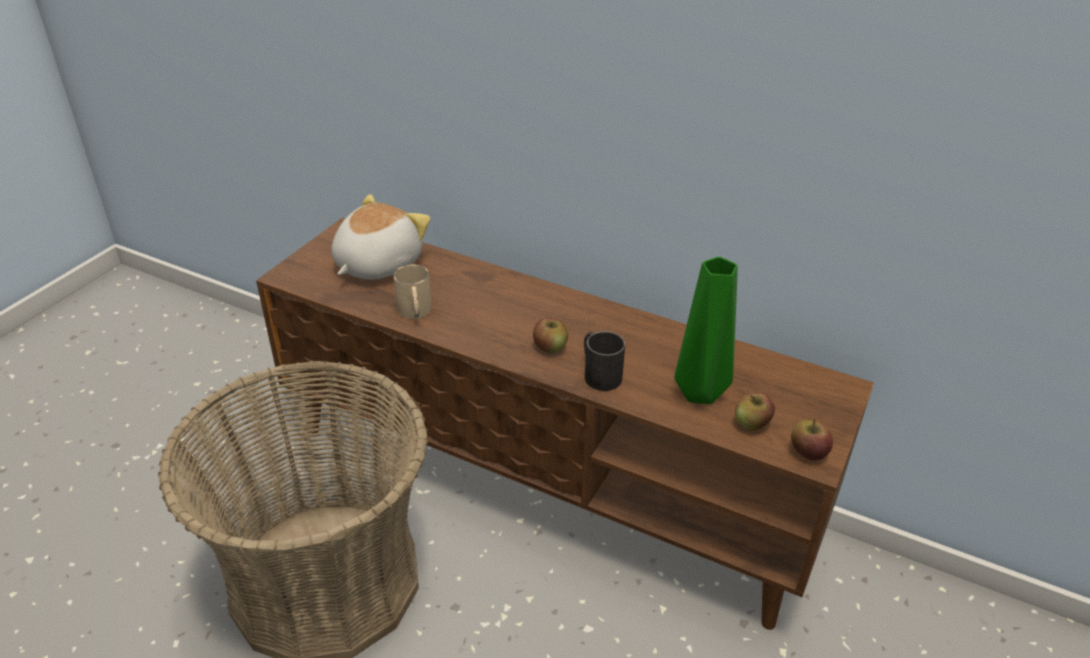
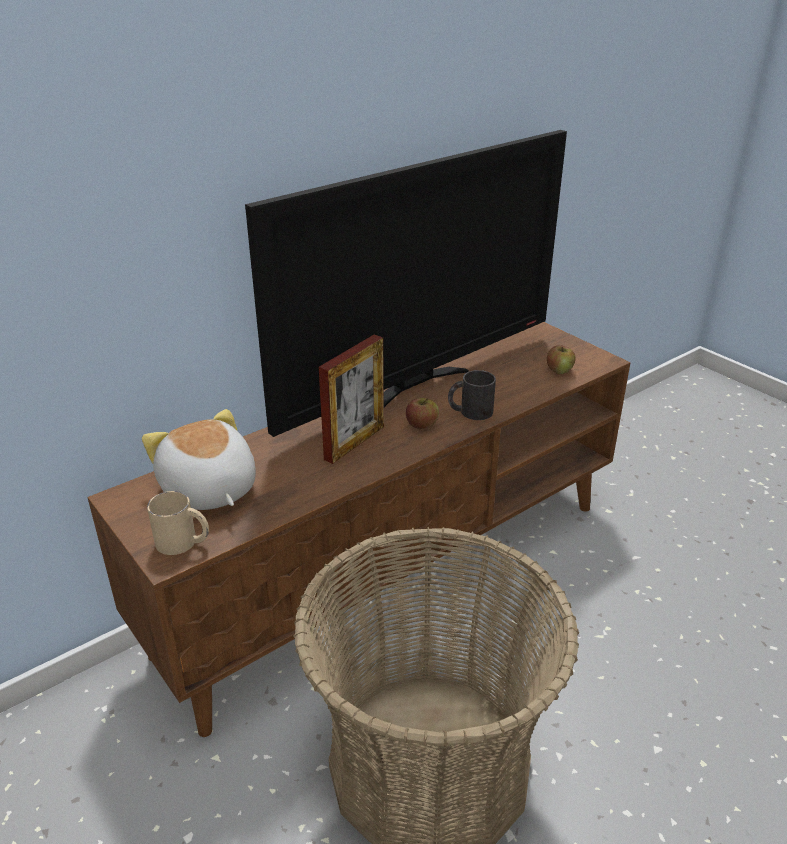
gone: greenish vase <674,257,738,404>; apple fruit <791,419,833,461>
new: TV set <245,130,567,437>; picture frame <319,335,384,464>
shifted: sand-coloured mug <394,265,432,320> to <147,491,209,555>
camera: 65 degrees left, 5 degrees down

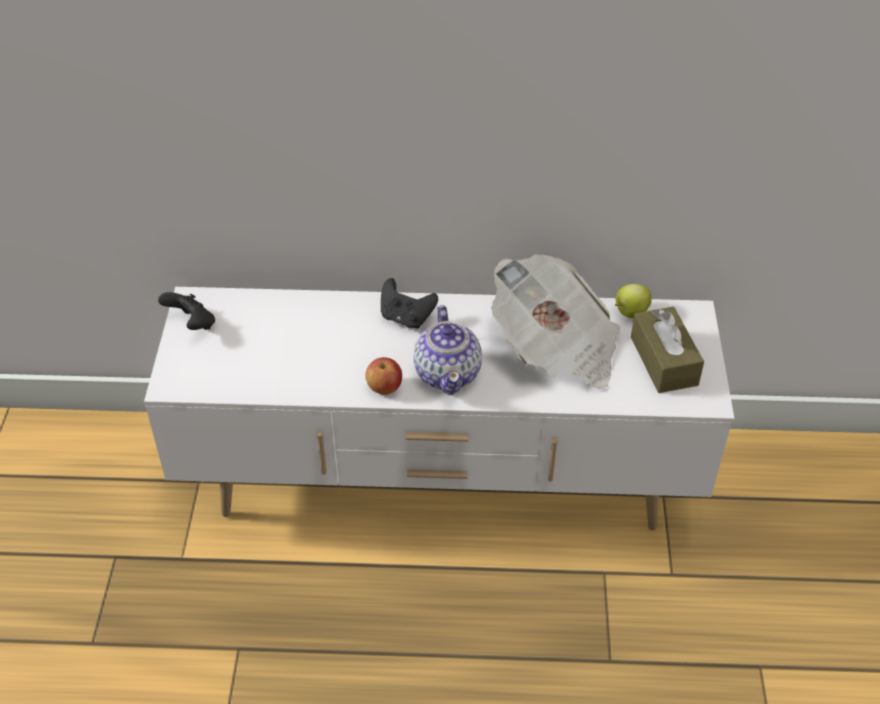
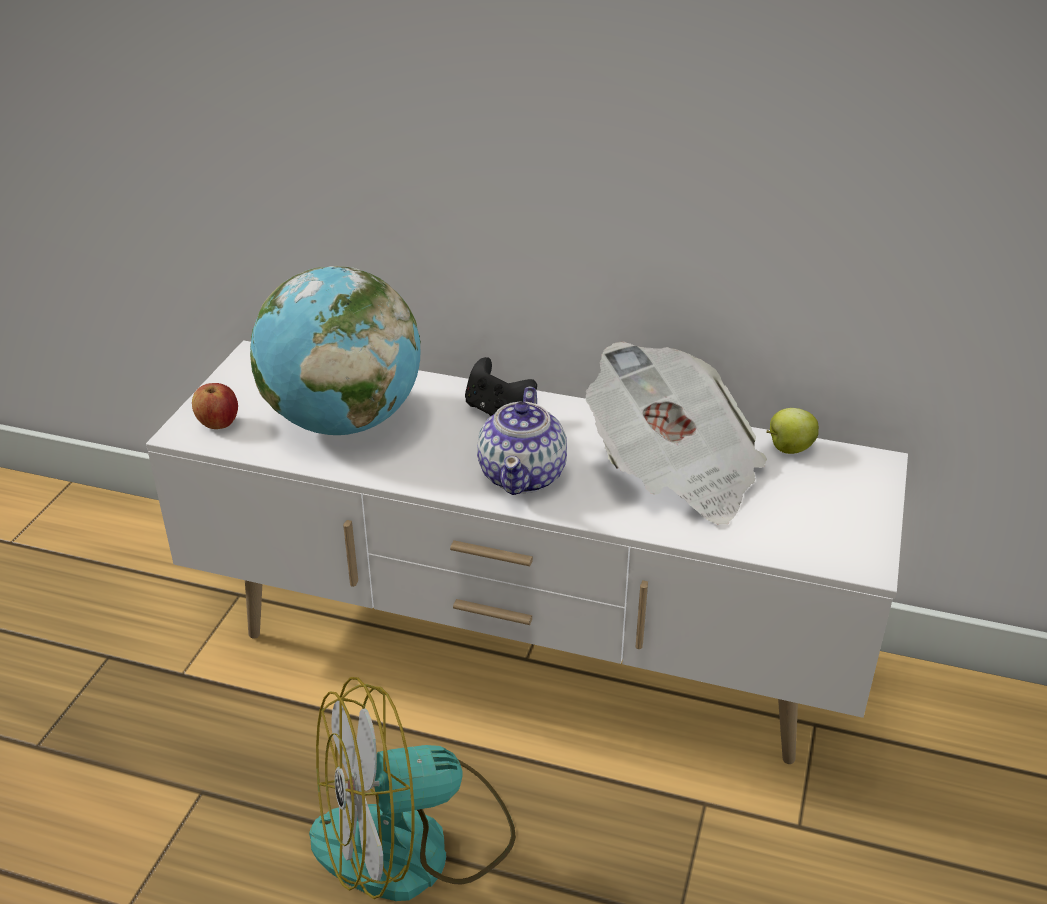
gone: blackish gamepad <158,292,215,330>; brownish box of tissues <631,307,704,393>
new: desk globe <250,266,421,435>; fan <309,677,516,901>
shifted: apple fruit <365,357,402,395> to <192,383,238,429>
camera: 15 degrees right, 10 degrees down

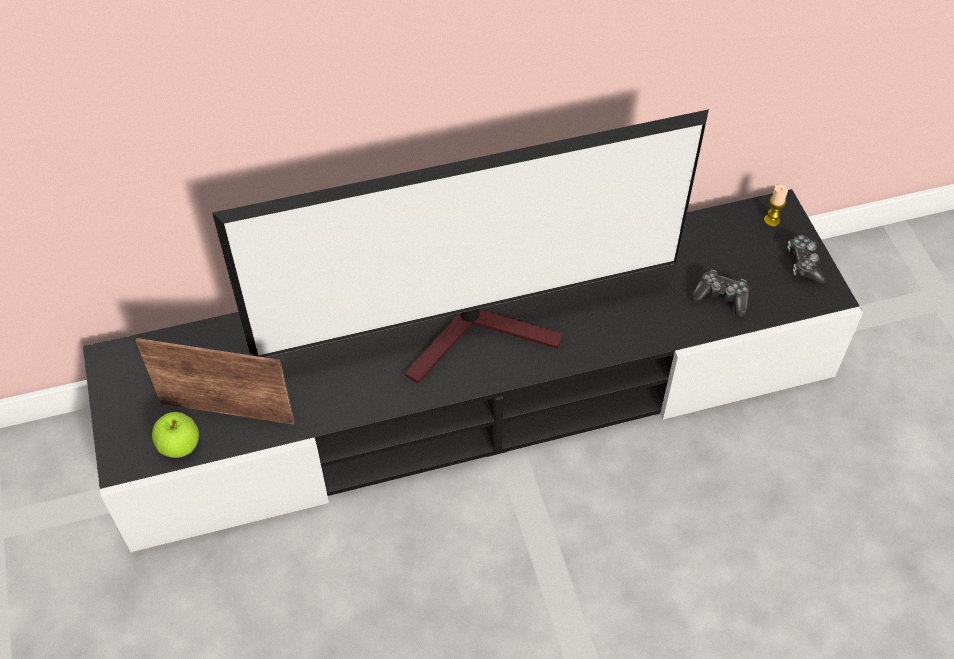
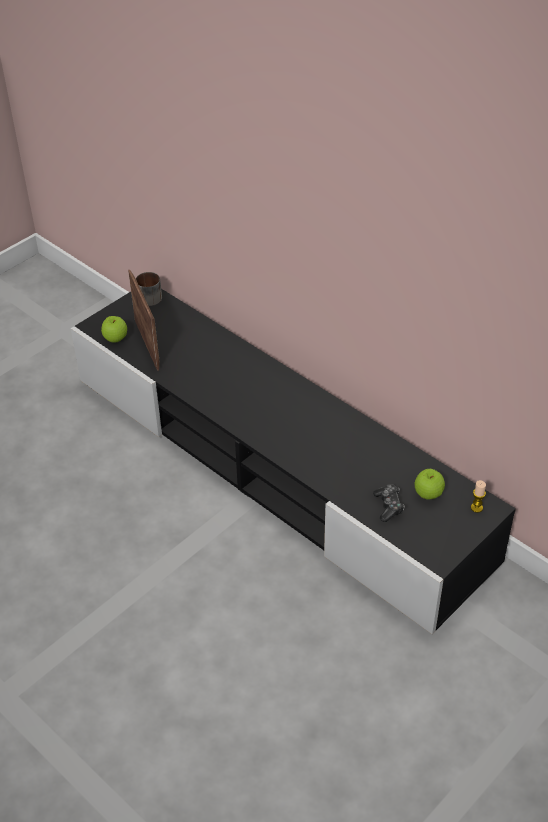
gone: TV set <212,109,709,384>; gamepad <788,235,827,285>
new: mug <136,272,162,306>; apple fruit <415,469,445,500>
camera: 60 degrees right, 10 degrees down

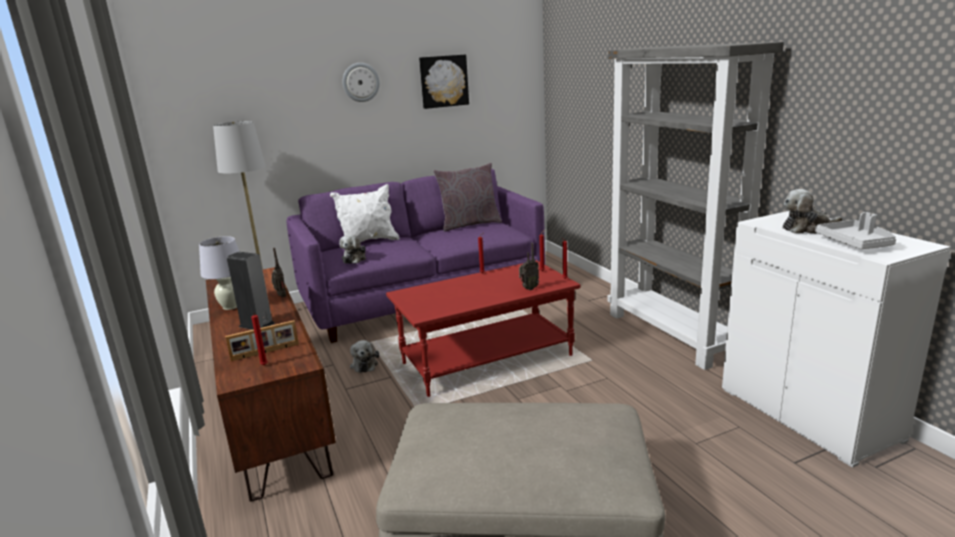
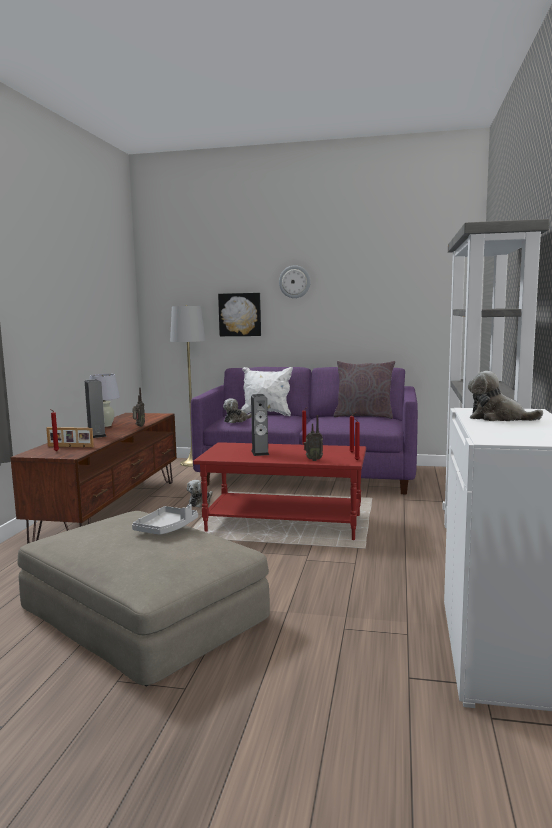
new: audio speaker <251,394,269,456>
shifted: picture <419,55,469,109> to <218,293,261,336>; gray carrying tray <815,212,896,249> to <132,504,198,535>
camera: 35 degrees right, 10 degrees down

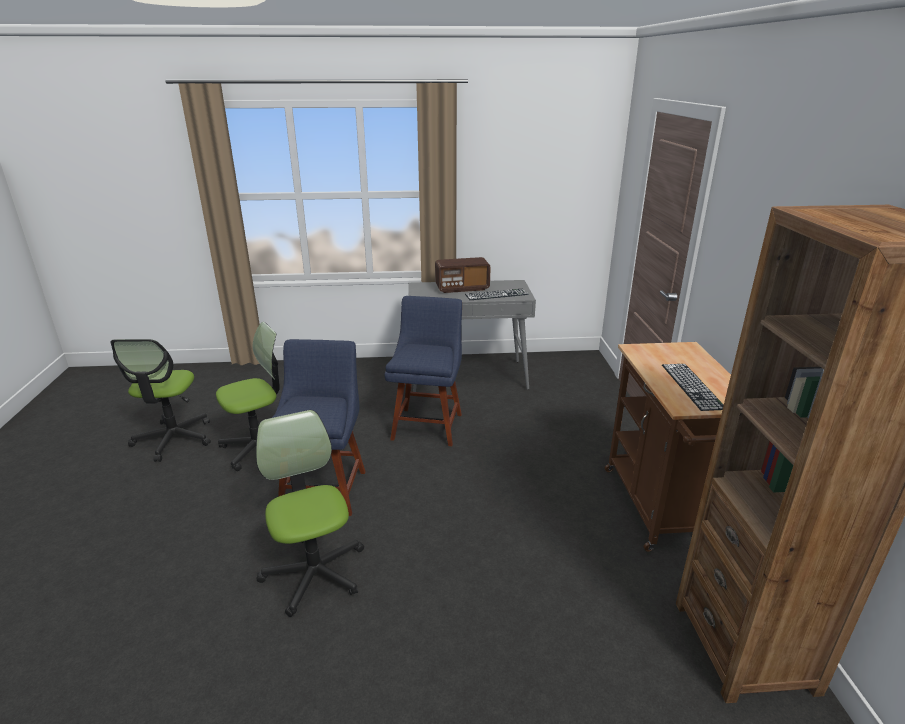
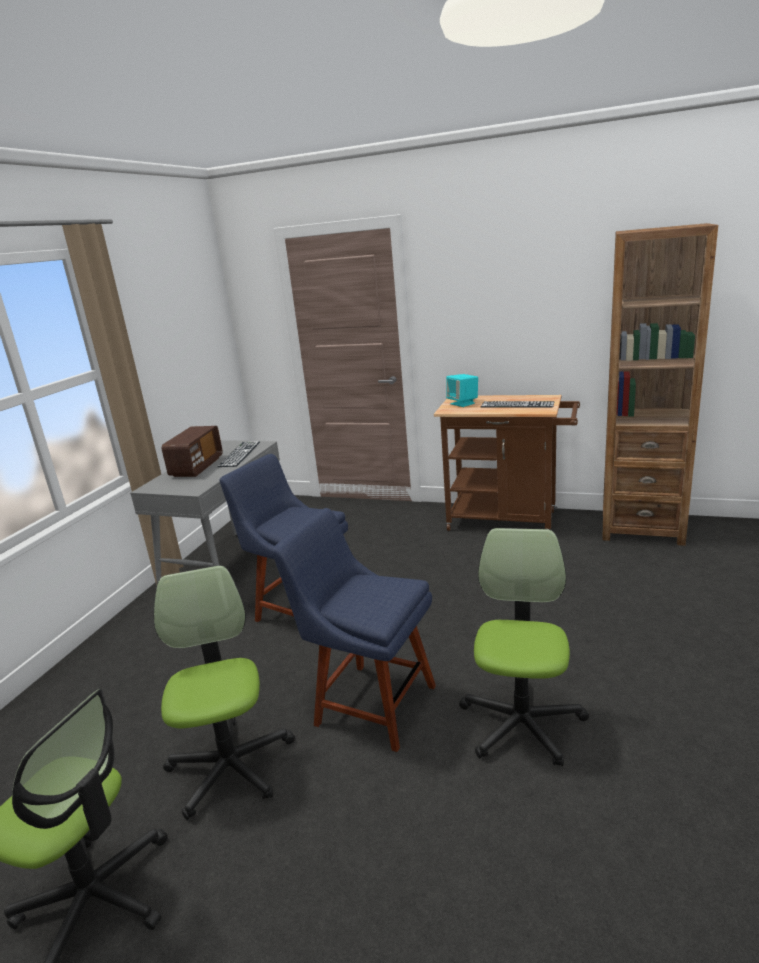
new: turquoise-coloured audio speaker <446,374,478,407>
rotated: desk chair <256,410,364,617> = <459,528,589,766> 105 degrees clockwise
camera: 65 degrees left, 5 degrees down

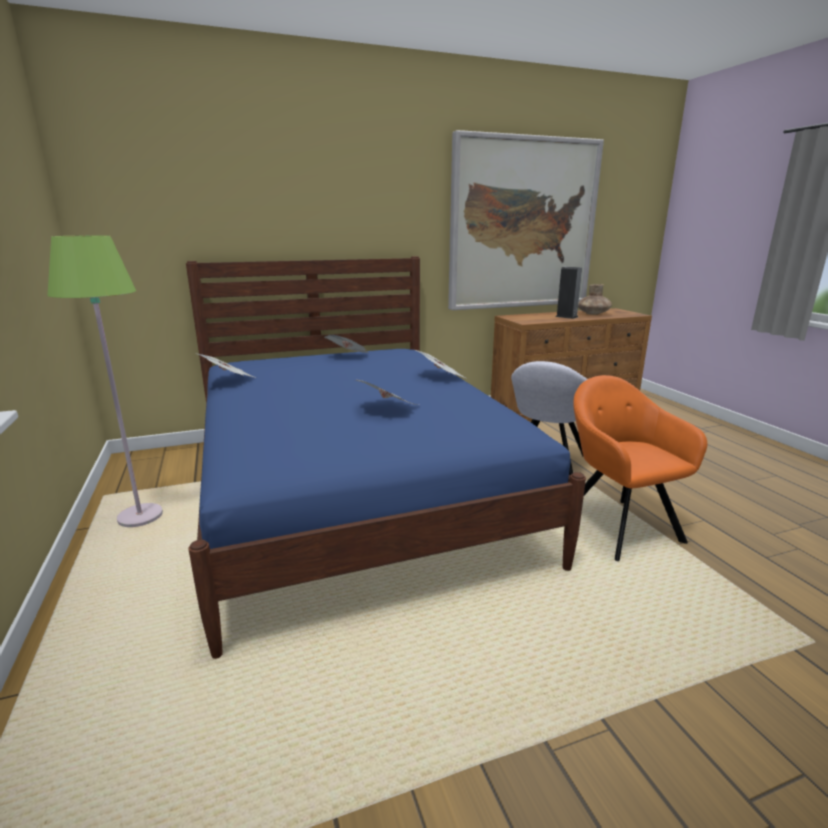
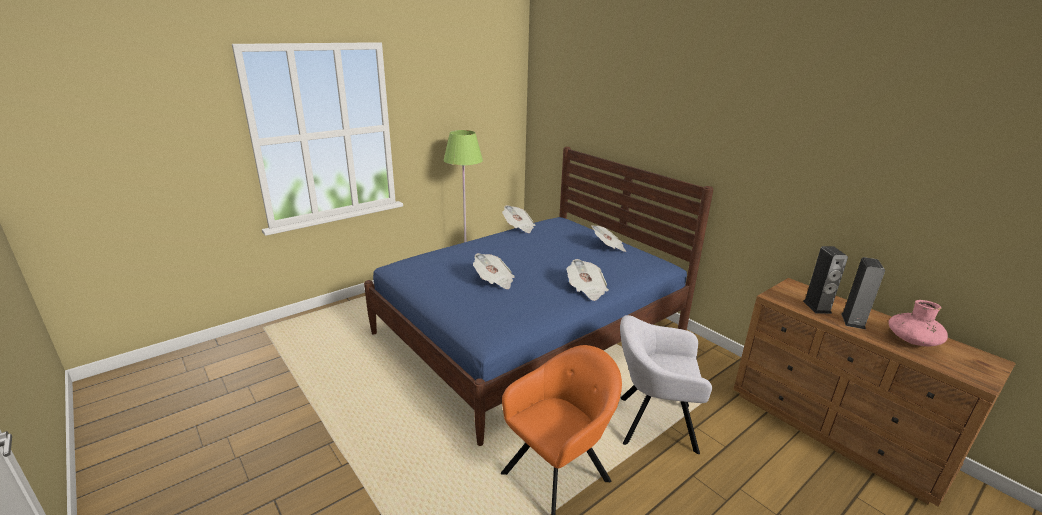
gone: picture <448,130,604,310>
new: audio speaker <803,246,848,314>
repainted: brownish vase <578,284,612,315> to pink vase <889,300,948,346>
camera: 70 degrees right, 5 degrees up

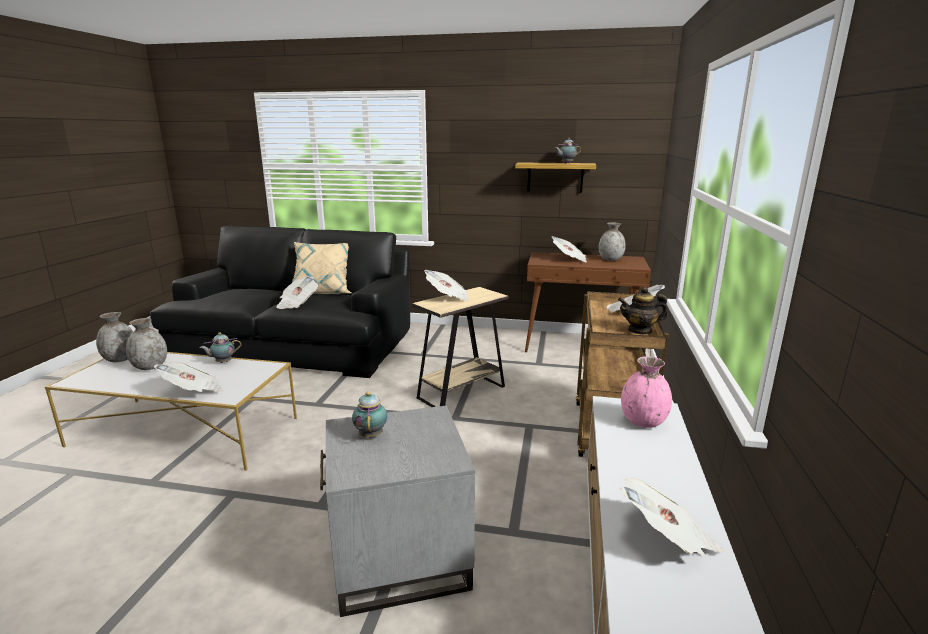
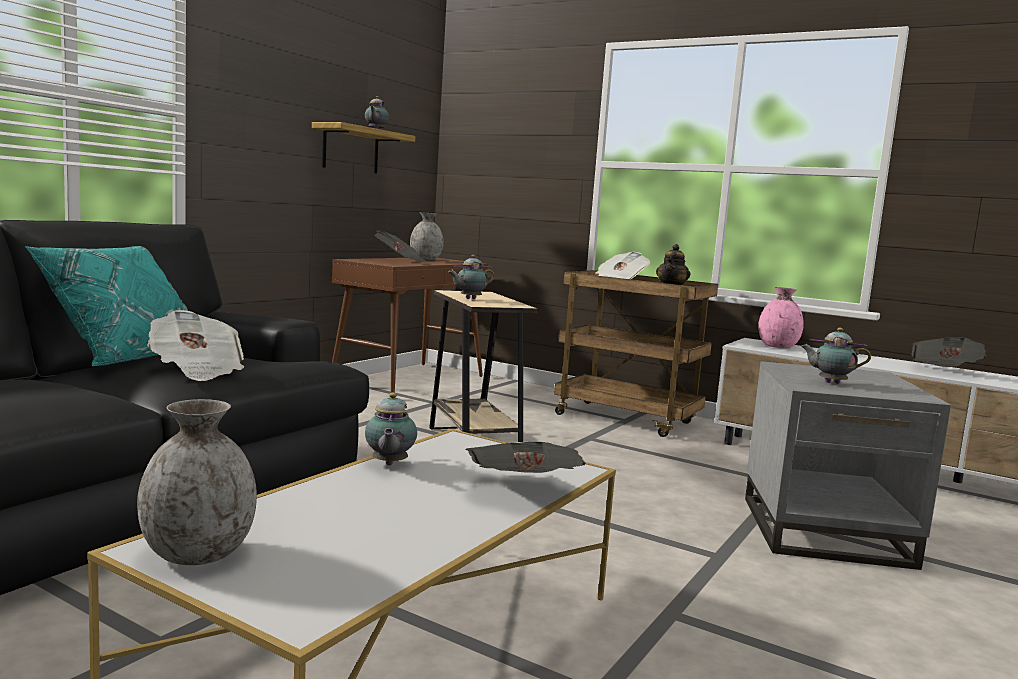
gone: gray vase <126,318,167,370>
swapped: daily paper <424,270,469,301> to tea pot <448,255,494,299>
repainted: sand-coloured throw pillow <292,242,351,294> to turquoise-coloured throw pillow <25,246,188,366>
camera: 70 degrees left, 10 degrees down

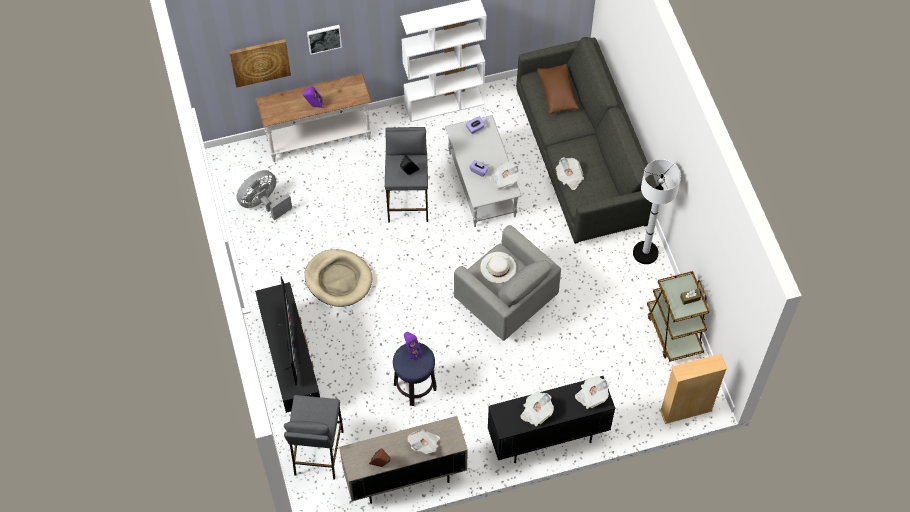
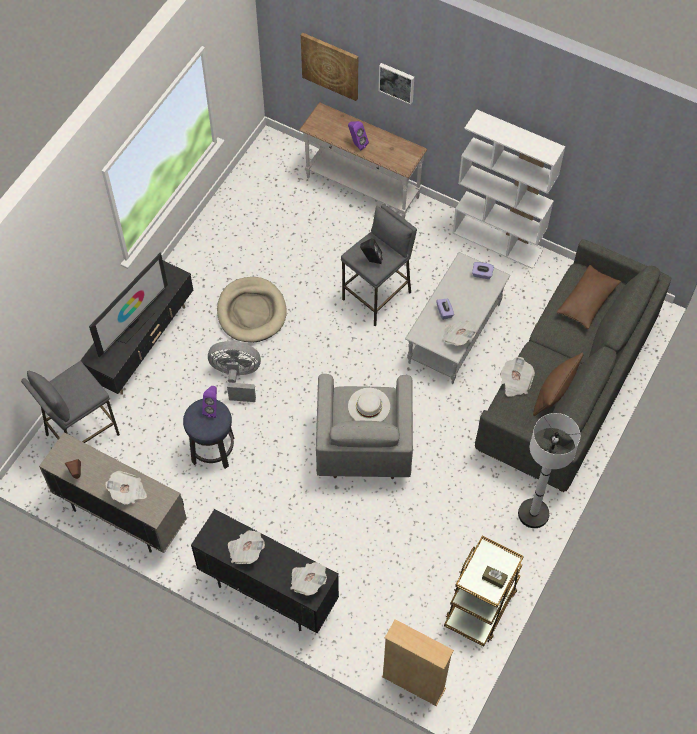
new: brownish throw pillow <533,353,583,416>
shifted: gray fan <236,170,292,220> to <208,341,261,402>
camera: 45 degrees right, 0 degrees up

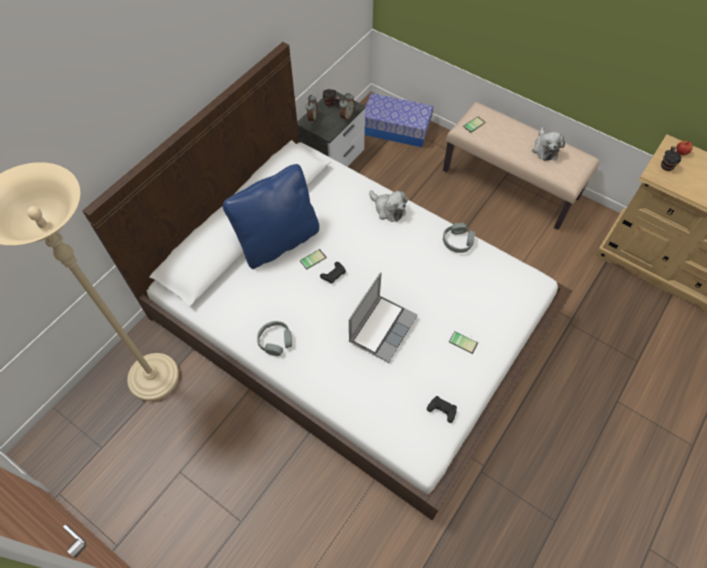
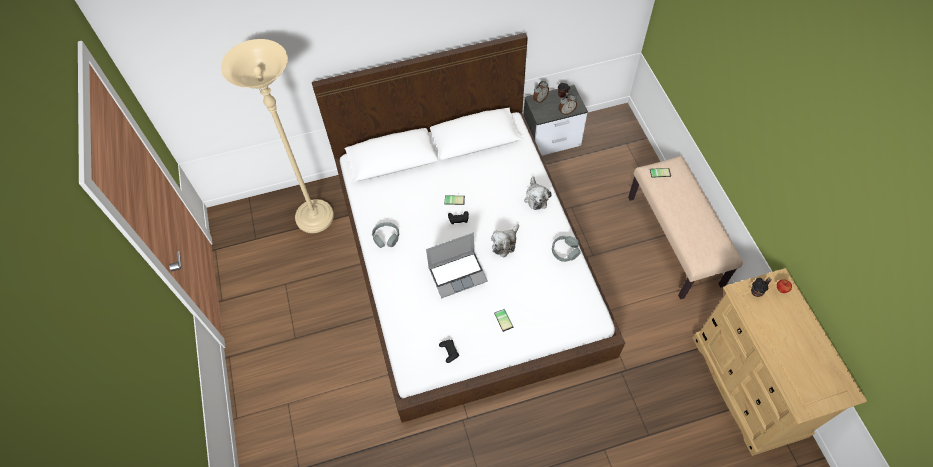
gone: blue-coloured throw pillow <223,164,319,269>; storage bin <365,93,433,147>
shifted: soft toy <532,127,565,161> to <491,224,519,258>
camera: 40 degrees right, 0 degrees up

